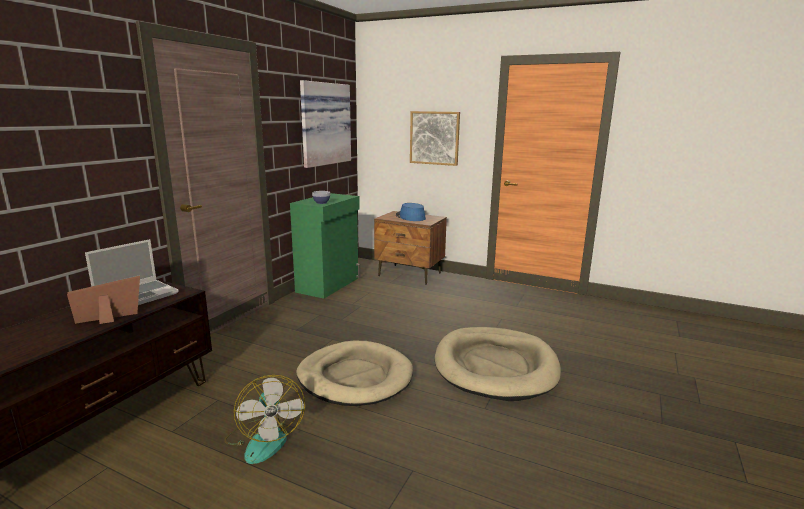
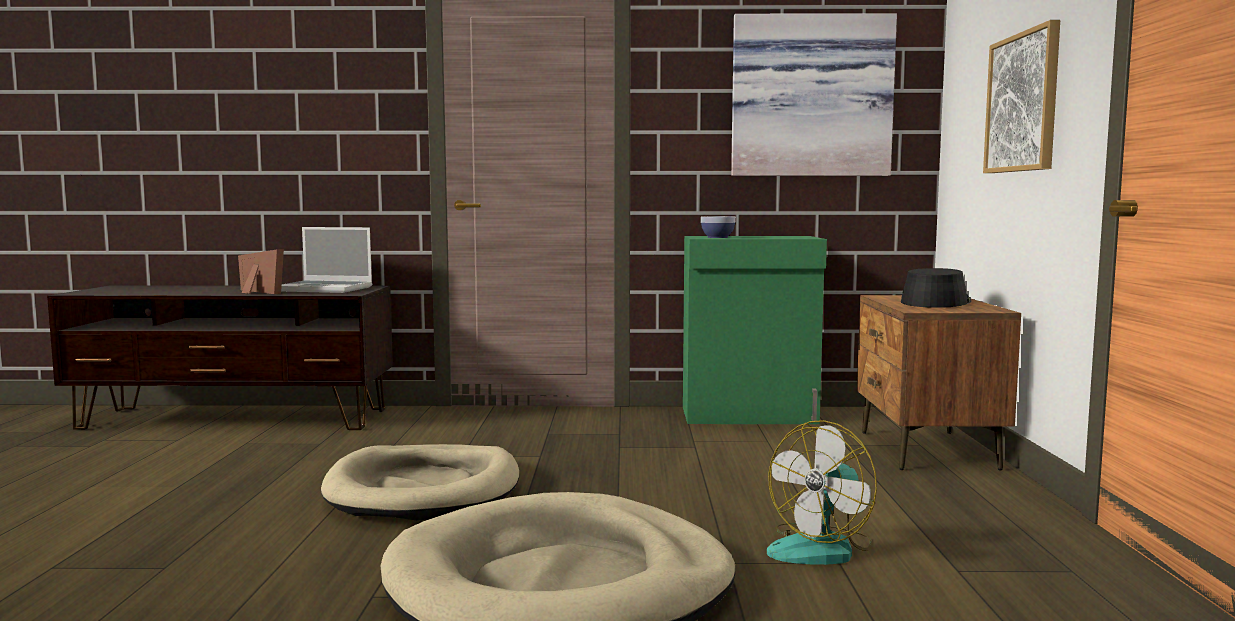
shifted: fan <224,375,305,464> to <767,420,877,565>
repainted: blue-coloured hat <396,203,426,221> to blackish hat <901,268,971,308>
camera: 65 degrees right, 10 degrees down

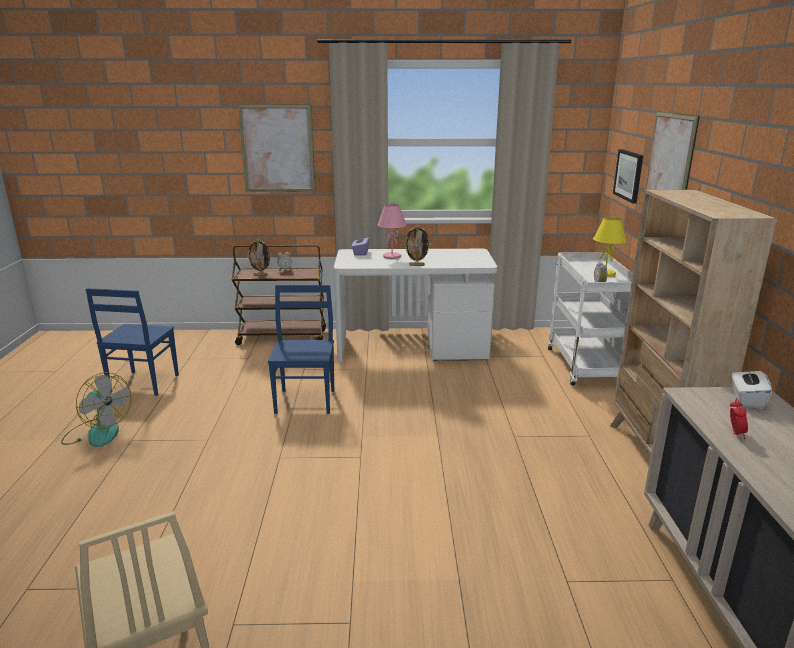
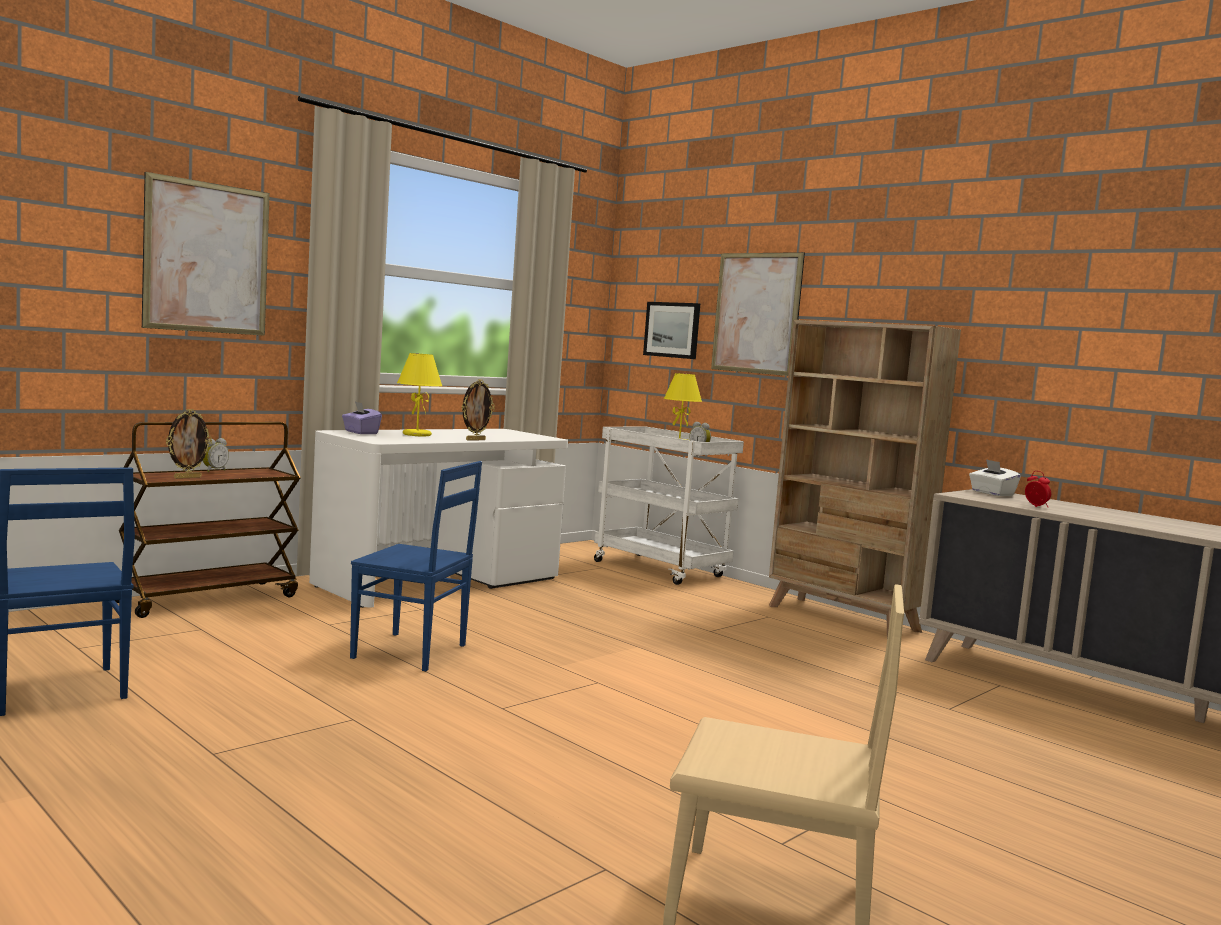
gone: fan <61,372,132,447>
repainted: pink tabletop lamp <377,204,407,259> to yellow tabletop lamp <397,353,442,436>
rotated: blue-coloured plain chair <268,285,334,414> = <350,461,482,671> 150 degrees clockwise
camera: 45 degrees left, 15 degrees down

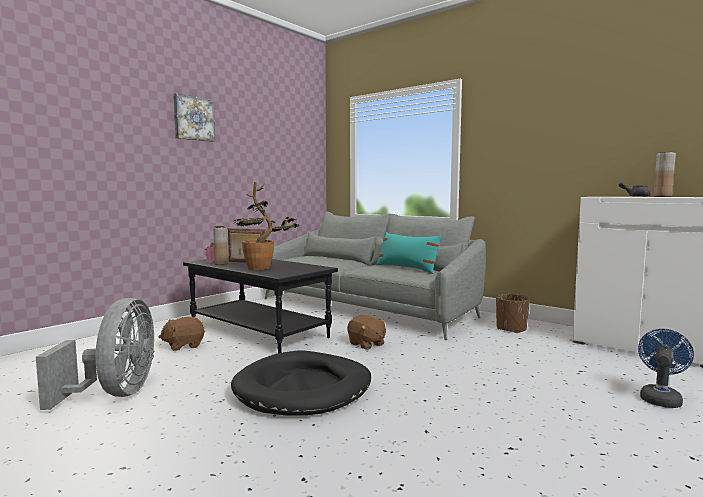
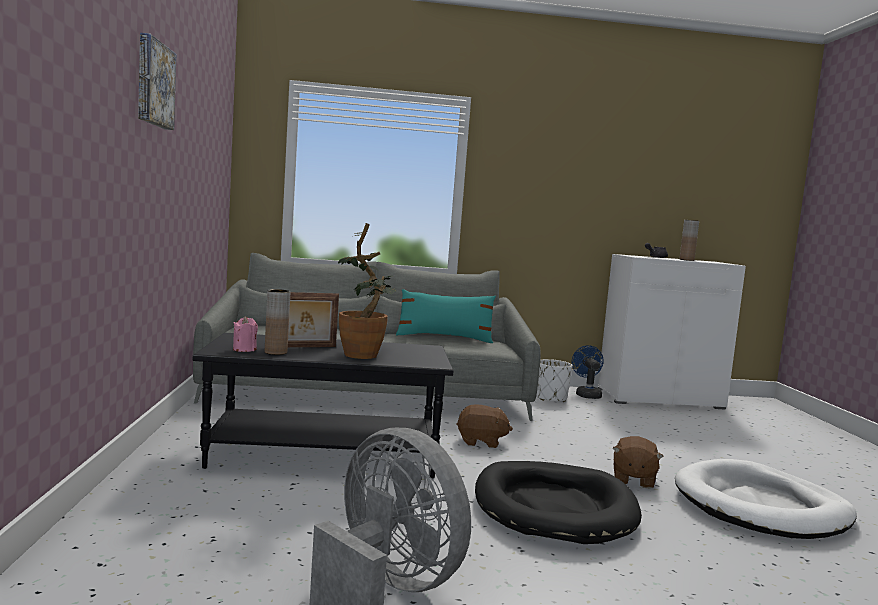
new: whitish dog cushion <675,459,857,539>
shifted: brownish soft toy <159,317,205,351> to <612,436,664,489>; blue-coloured fan <638,329,694,408> to <572,345,604,399>
repainted: brownish flower pot <496,294,530,333> to whitish flower pot <536,359,573,402>
camera: 45 degrees left, 0 degrees up

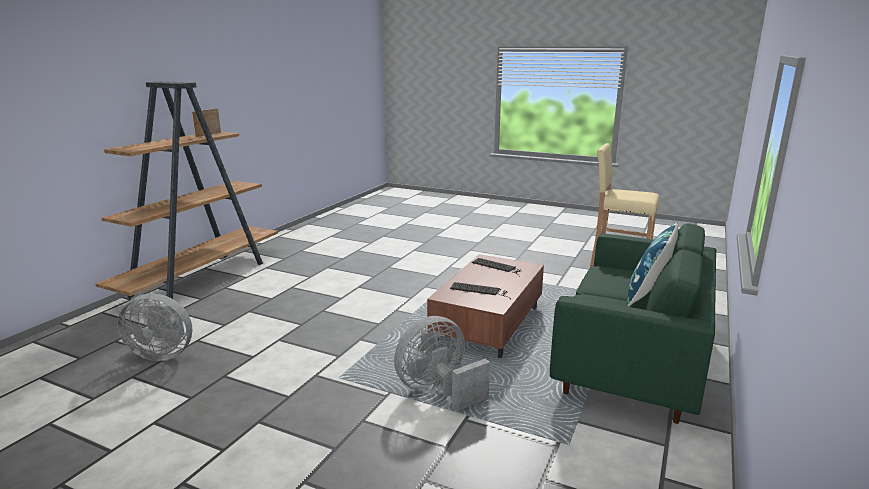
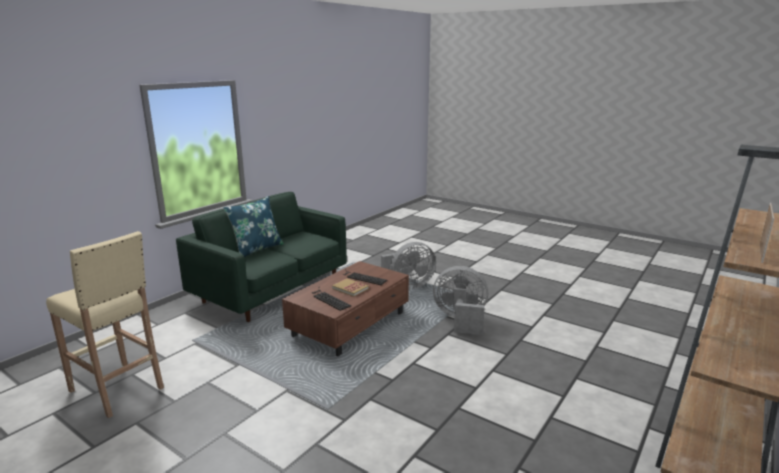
new: bound book <332,278,369,297>
shifted: gray fan <117,293,192,361> to <433,266,488,335>
camera: 170 degrees left, 0 degrees up

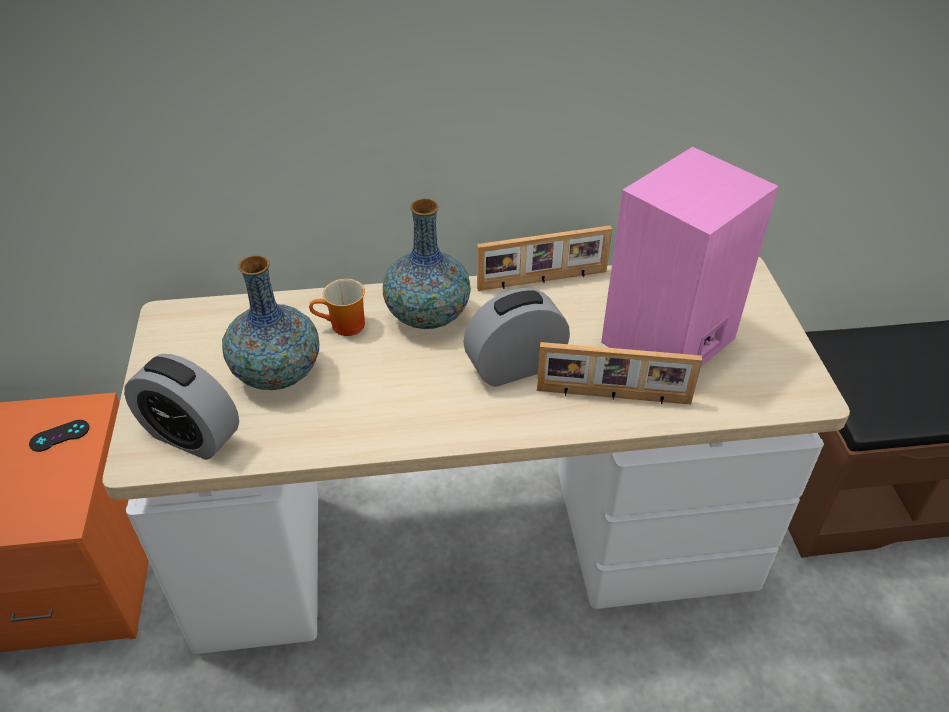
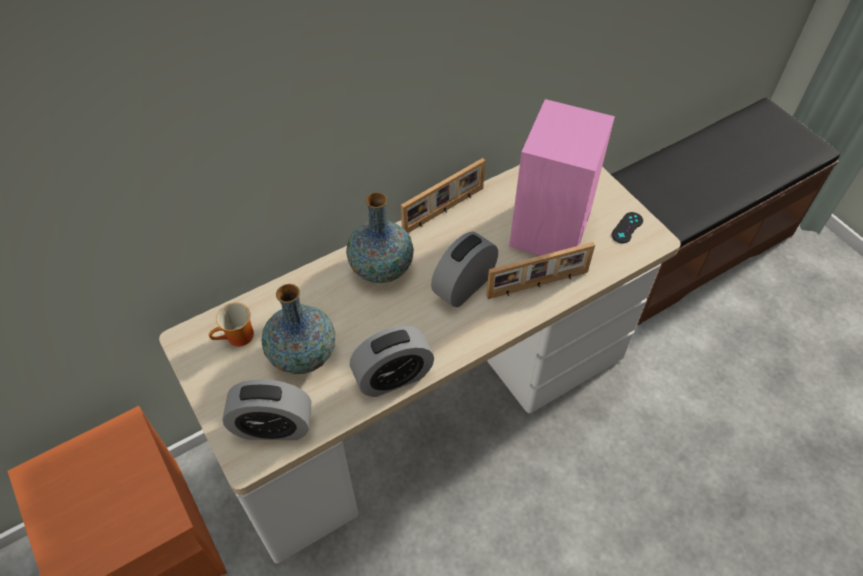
new: bedside clock <350,326,434,397>
shifted: blackish gamepad <29,420,89,452> to <611,212,643,243>; mug <309,279,365,336> to <209,302,254,346>
camera: 25 degrees left, 10 degrees up

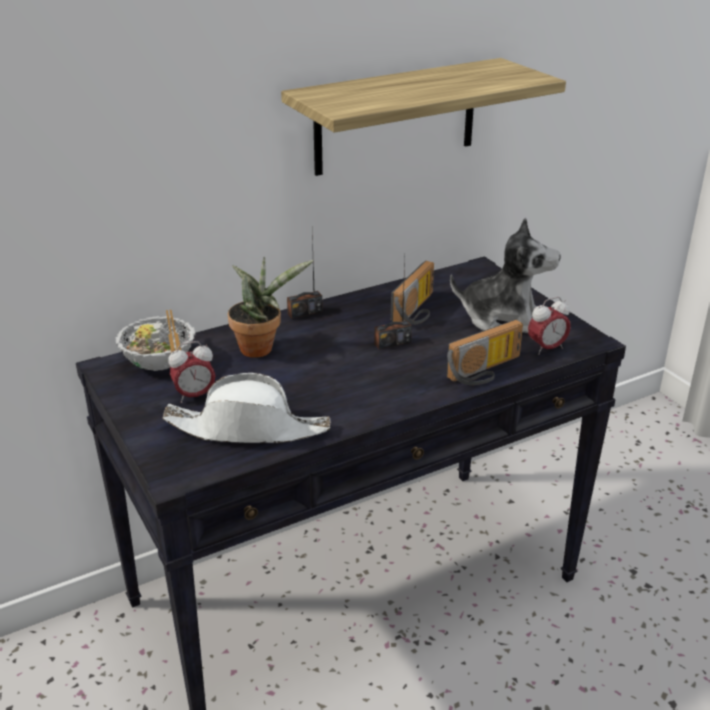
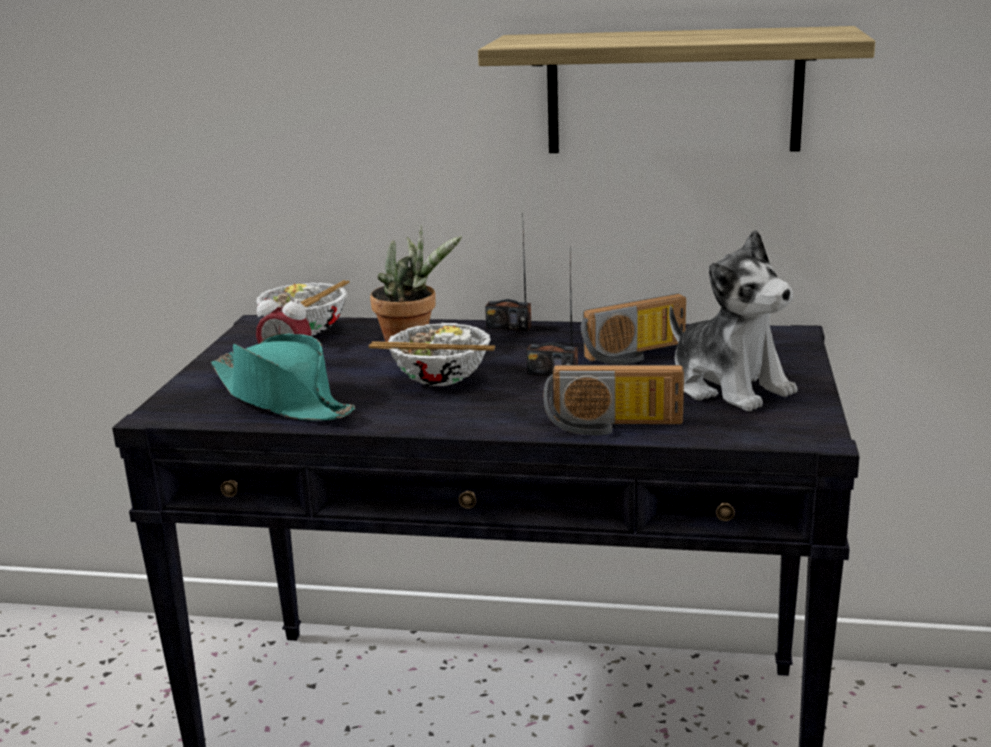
gone: bedside clock <528,297,571,355>
new: deep dish <369,323,495,386>
repainted: whitish hat <163,373,331,443> to turquoise-coloured hat <211,333,355,421>
camera: 40 degrees right, 10 degrees down

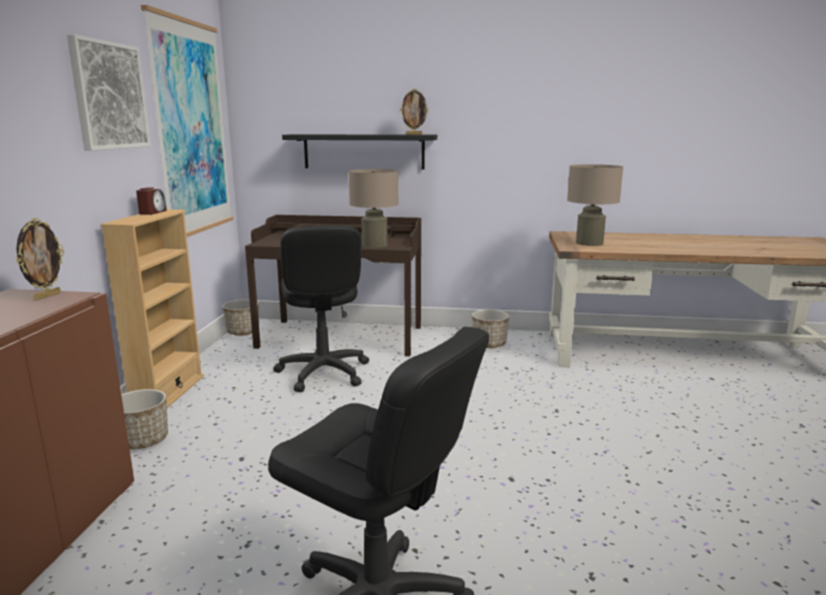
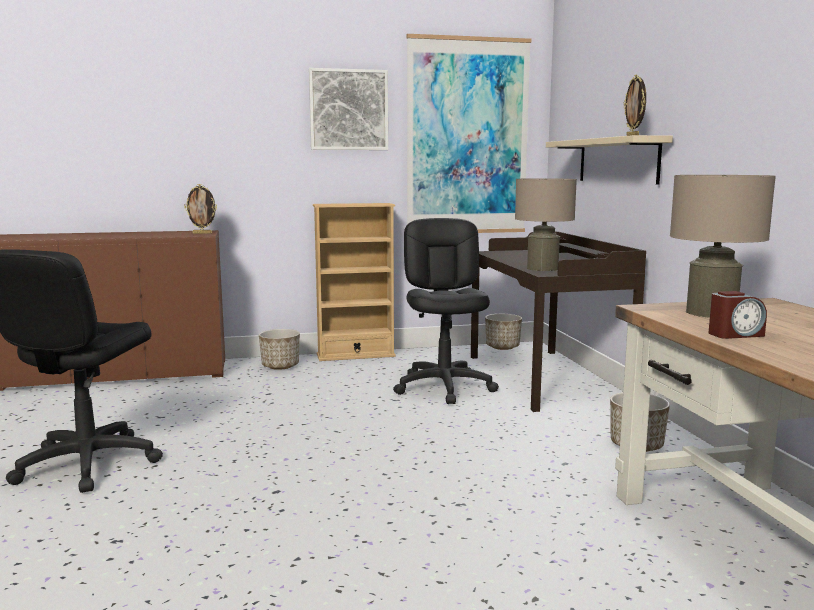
shifted: bedside clock <136,188,167,215> to <708,291,767,339>
repainted: blackish wall shelf <282,134,437,169> to sand-coloured wall shelf <546,135,673,184>
rotated: blackish desk chair <273,225,369,392> = <393,218,499,404> 120 degrees clockwise
camera: 70 degrees right, 5 degrees down

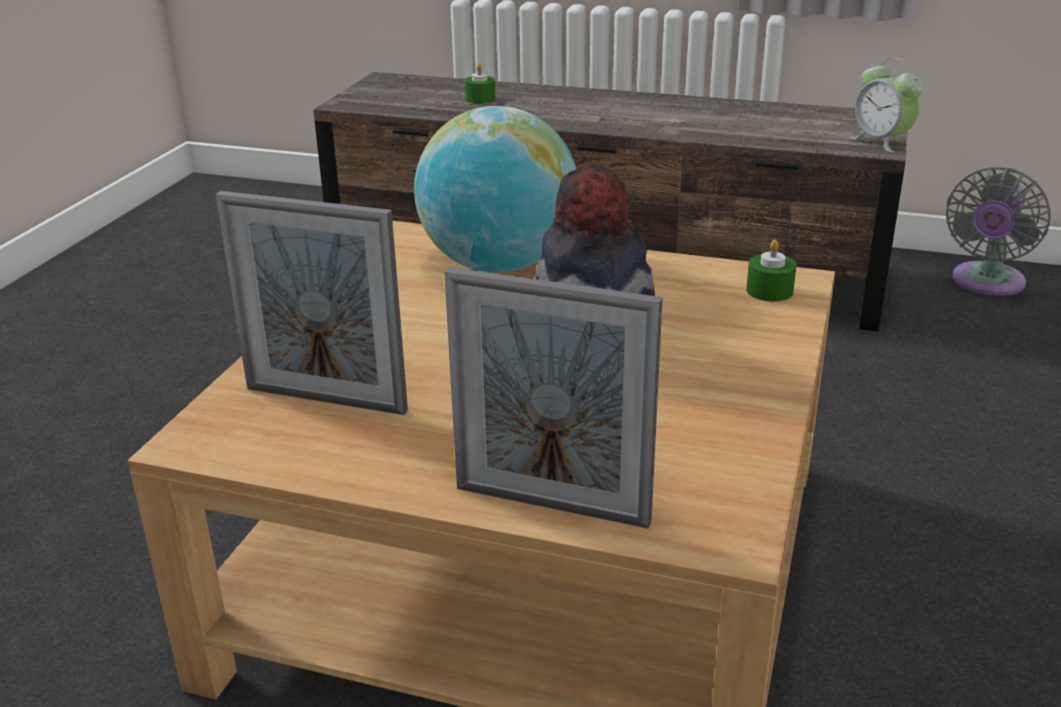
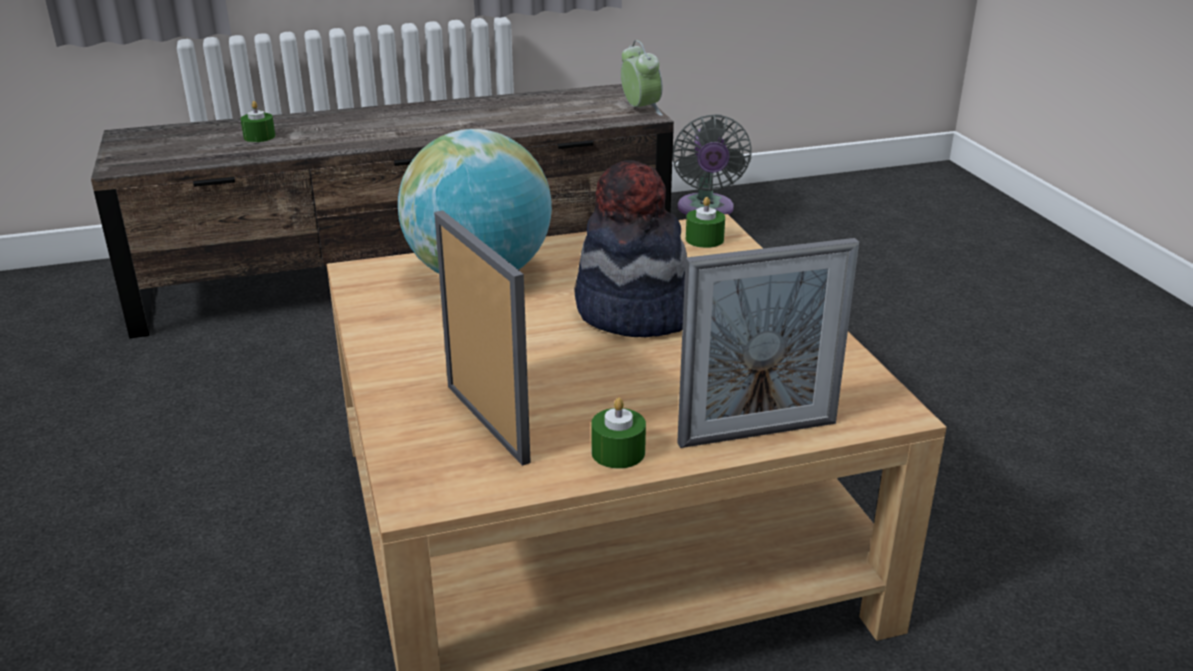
new: greenish wax candle <591,398,646,469>
rotated: picture frame <215,191,408,415> = <434,210,531,466> 105 degrees counterclockwise; bedside clock <850,57,923,153> = <621,40,663,116> 135 degrees counterclockwise
camera: 35 degrees left, 0 degrees up

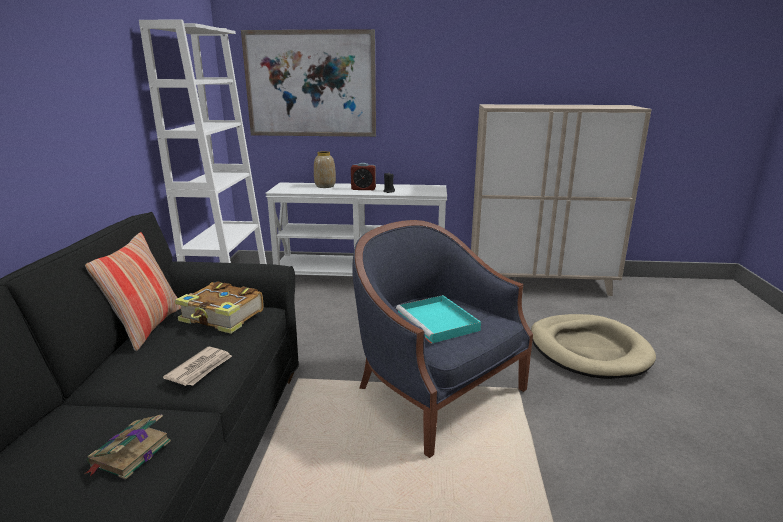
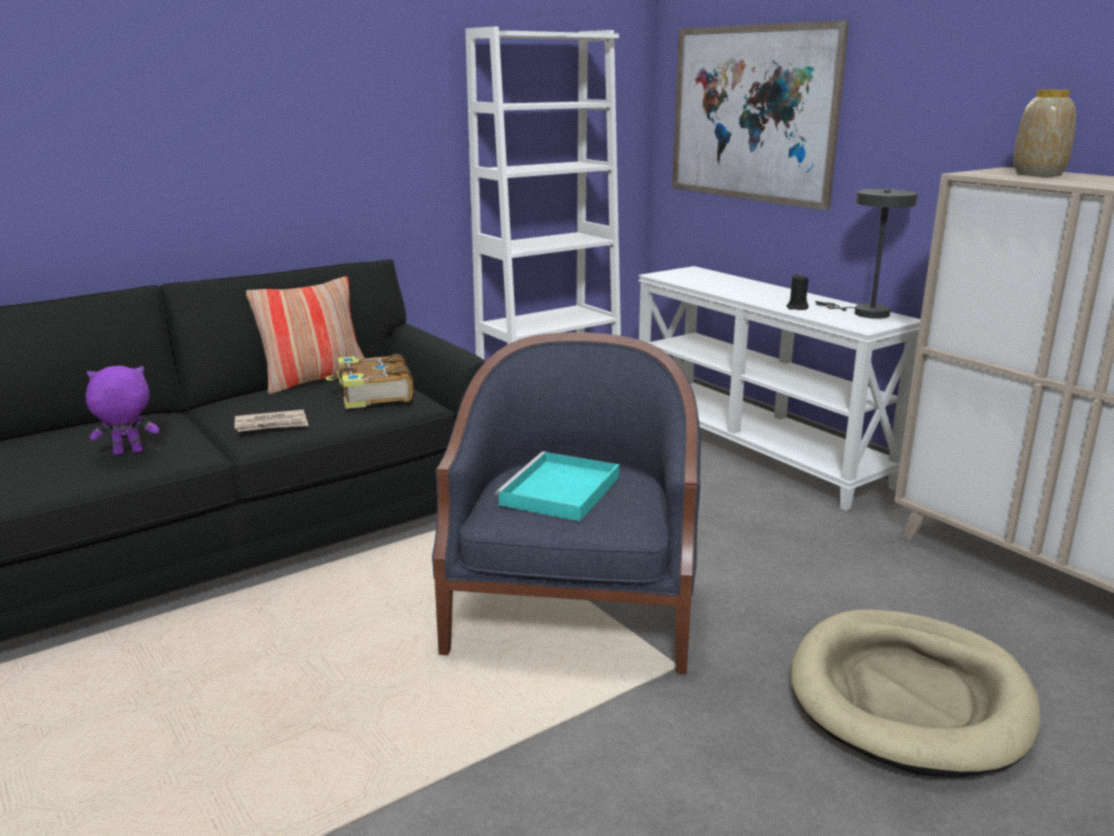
gone: bedside clock <351,163,376,190>
new: gray tabletop lamp <815,189,918,319>
shifted: vase <314,151,336,188> to <1013,90,1076,177>
swapped: bound book <85,414,171,480> to purplish soft toy <86,366,159,455>
camera: 50 degrees right, 0 degrees up

